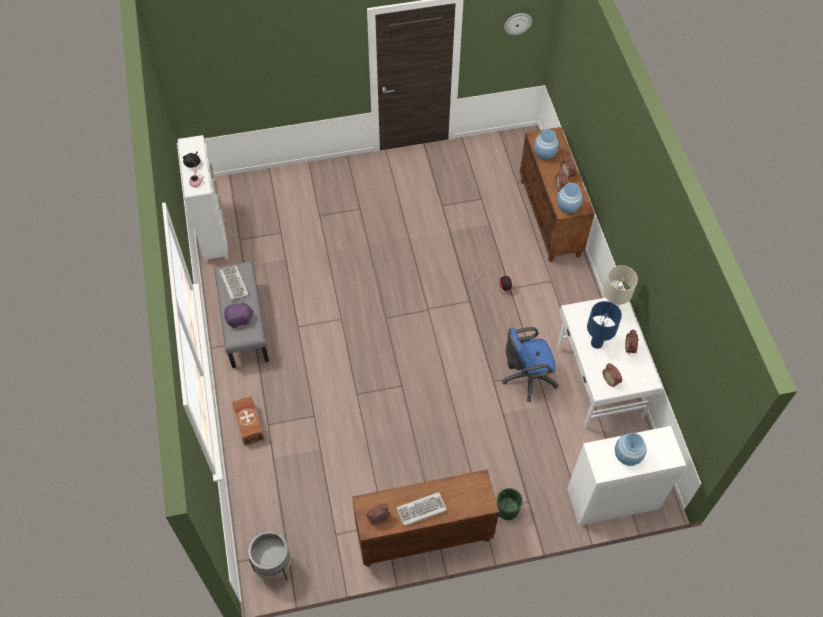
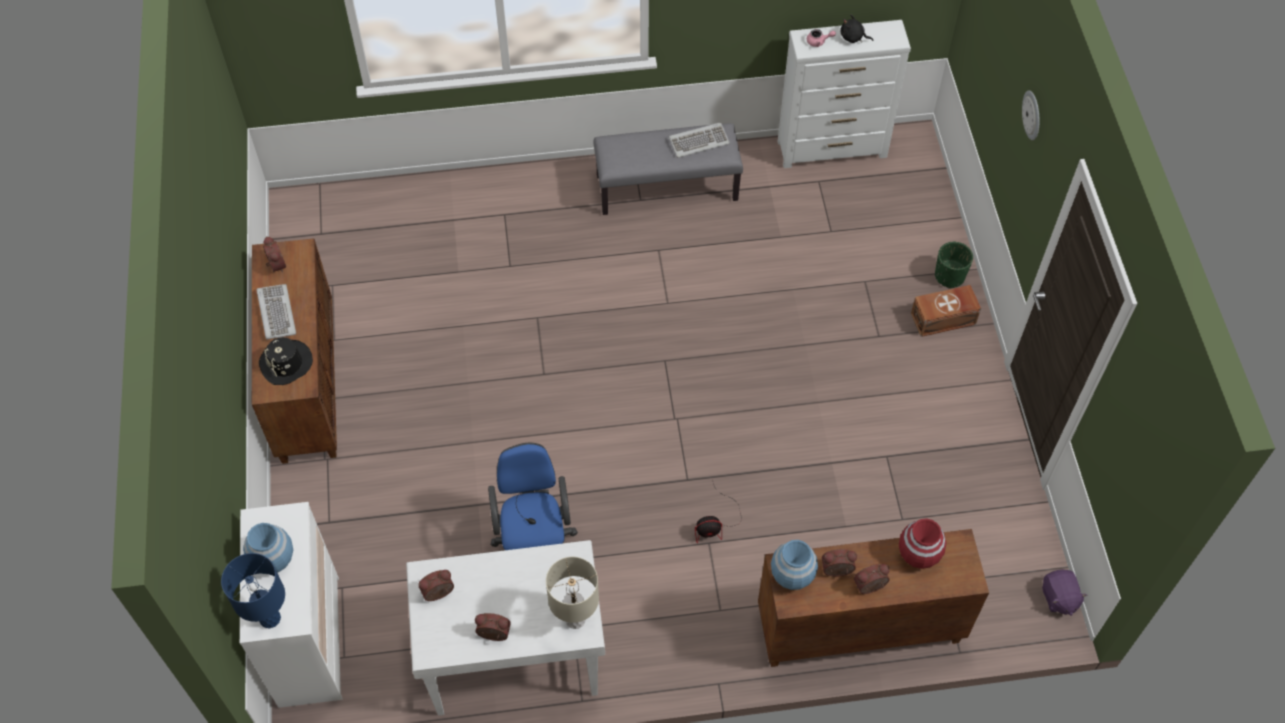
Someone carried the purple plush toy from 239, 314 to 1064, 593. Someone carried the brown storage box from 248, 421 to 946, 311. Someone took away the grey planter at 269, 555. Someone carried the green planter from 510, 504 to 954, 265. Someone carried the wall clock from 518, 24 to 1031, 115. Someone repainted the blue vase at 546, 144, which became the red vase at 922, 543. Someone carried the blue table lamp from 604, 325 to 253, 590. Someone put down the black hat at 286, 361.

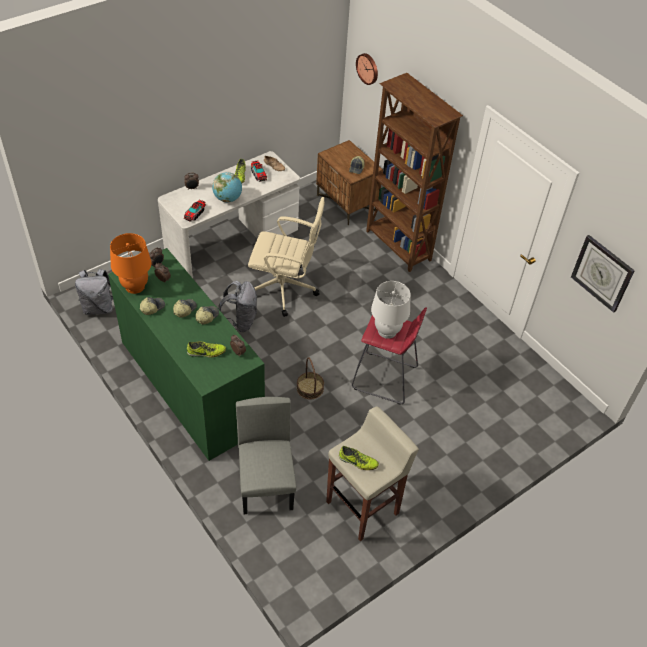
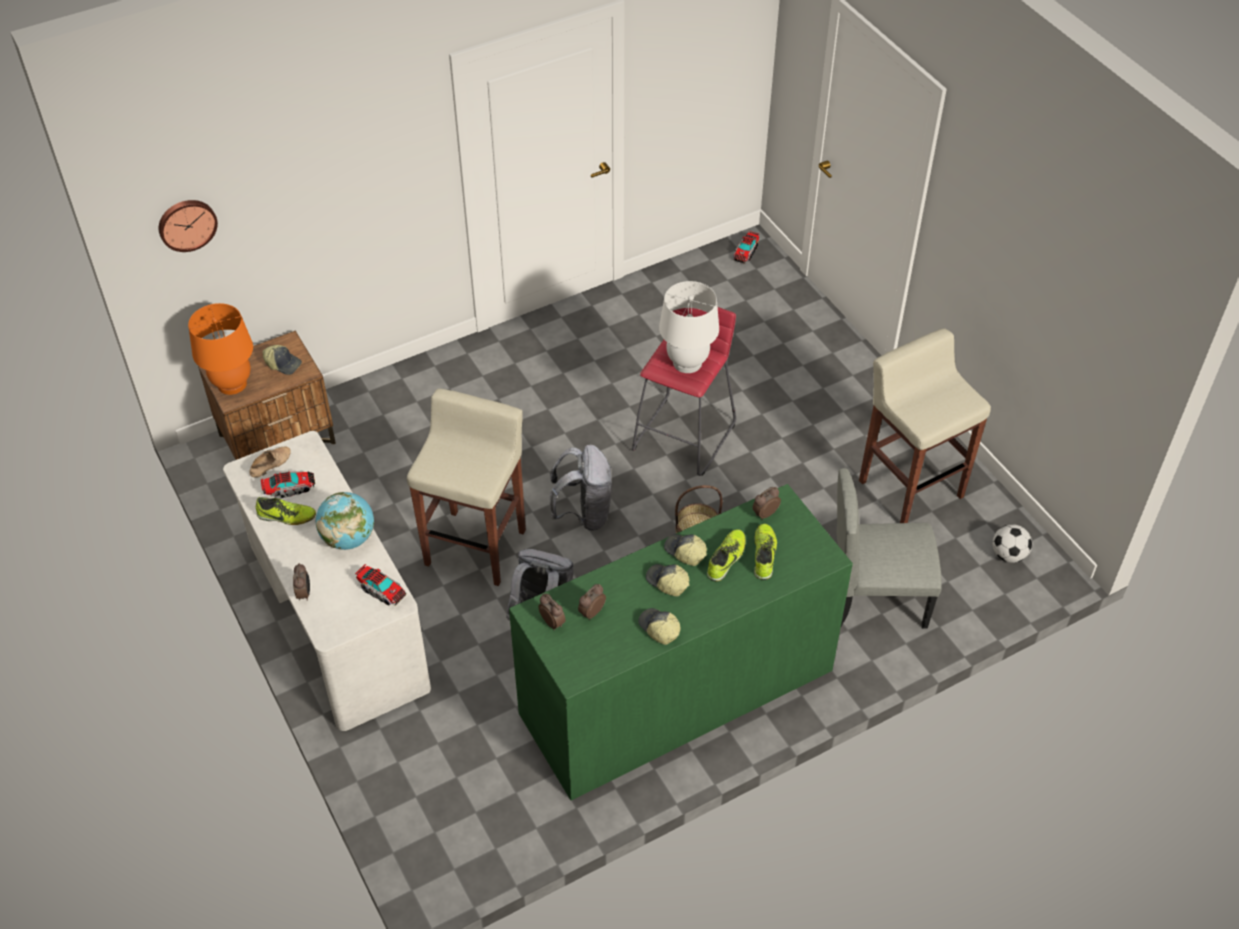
Someone carried the grey backpack from 94, 292 to 581, 488. Someone carried the orange table lamp from 130, 263 to 220, 349. Someone swapped the beige office chair at 286, 257 for the beige stool at 466, 487. Someone carried the shoe from 359, 458 to 726, 555. Someone took away the brown bookcase at 414, 172. Someone took away the wall clock at 603, 274. Someone put down the toy truck at 746, 247. Someone put down the football at 1012, 543.

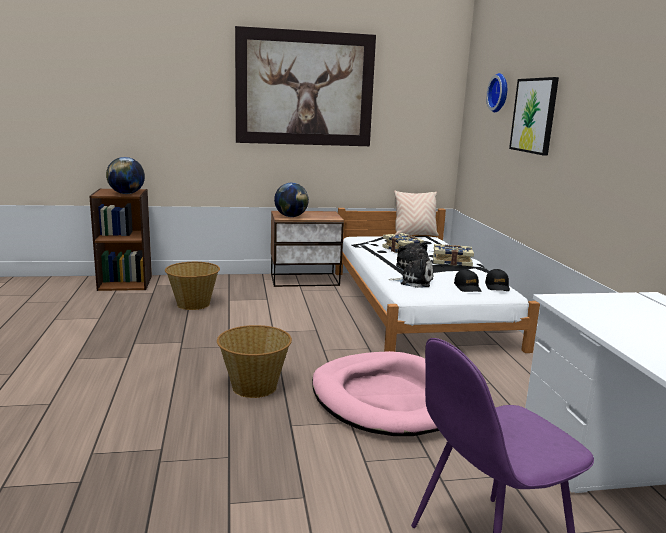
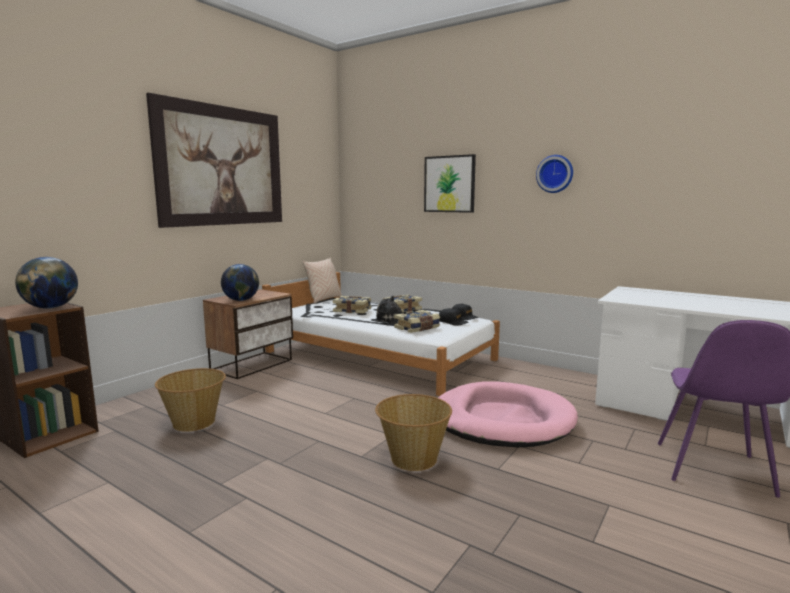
Someone swapped the plush toy at 410, 271 for the book at 417, 321. Someone carried the wall clock from 496, 92 to 554, 174.

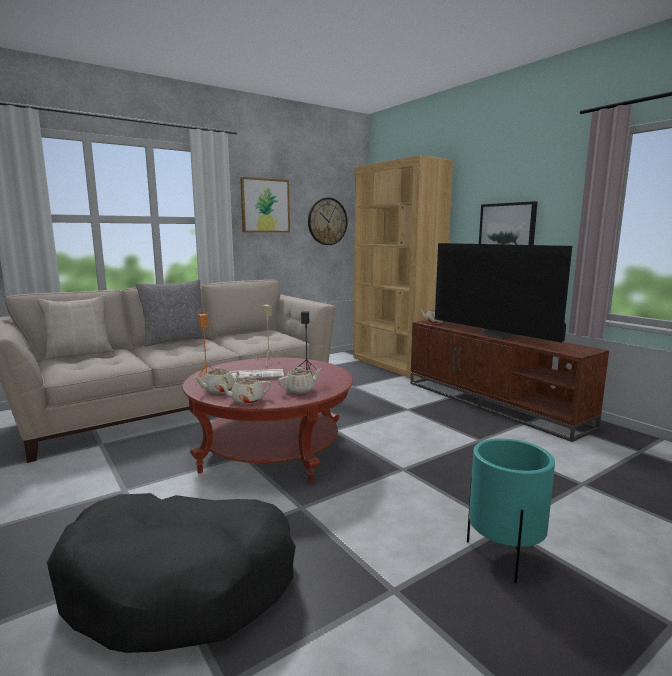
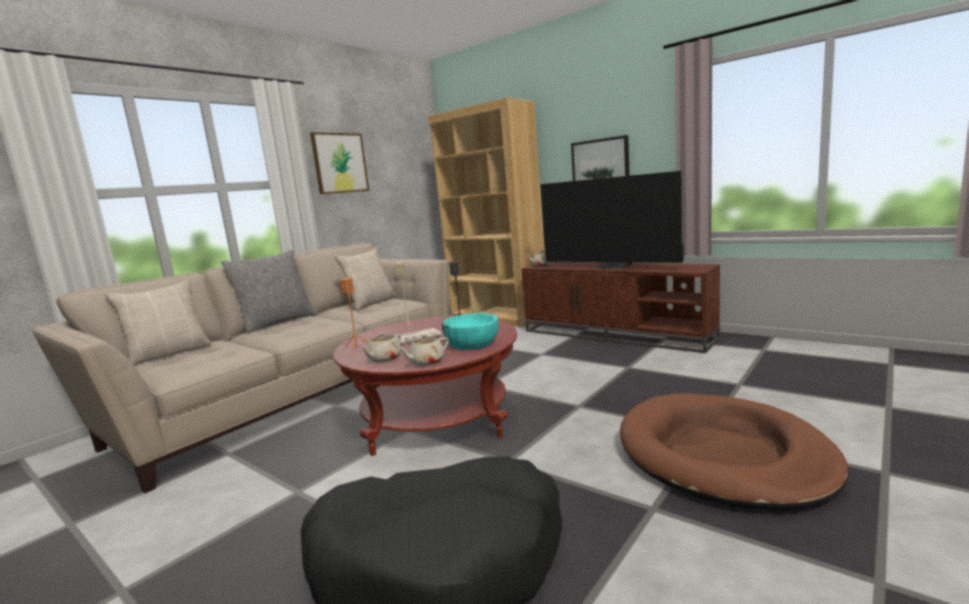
Someone swapped the beige teapot at 300, 380 for the turquoise bowl at 470, 331. Someone took away the wall clock at 328, 221. Someone swapped the turquoise planter at 511, 510 for the brown dog bed at 734, 451. Someone put down the beige pillow at 365, 279.

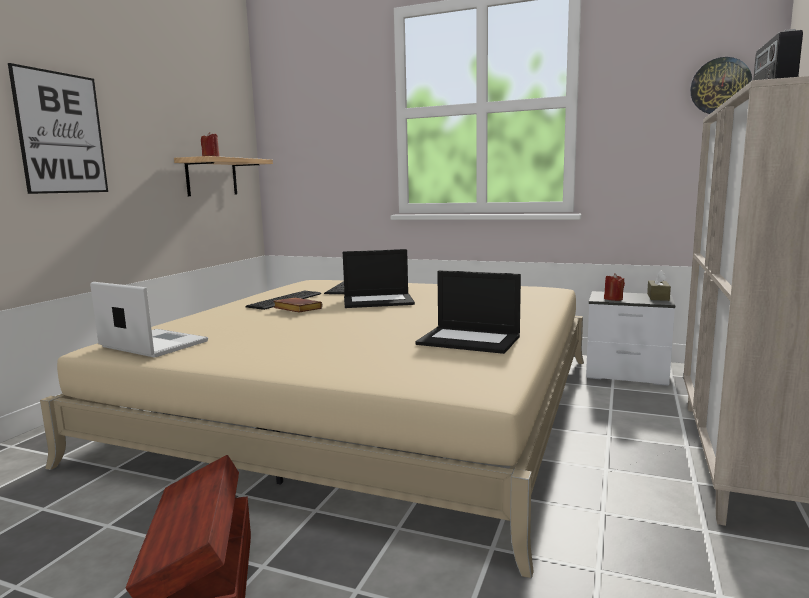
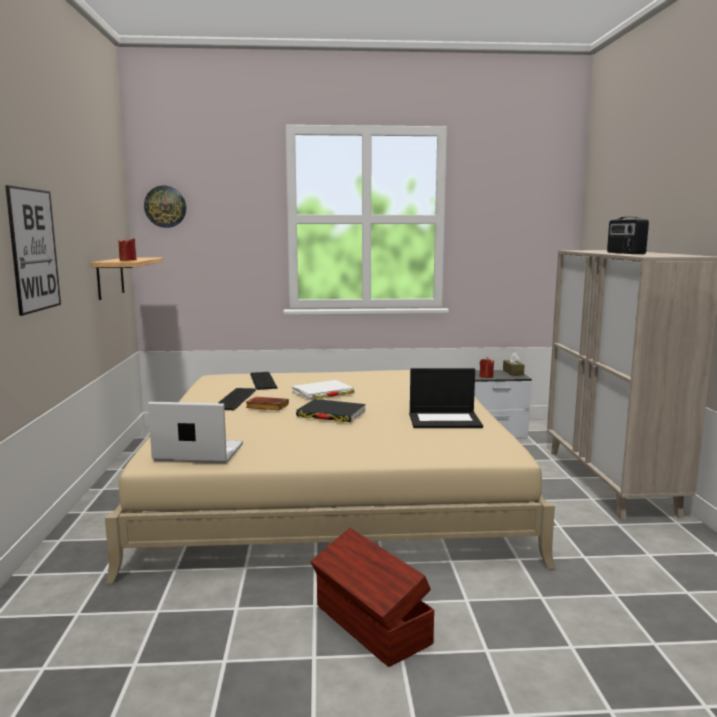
Someone swapped the laptop at 379, 278 for the white book at 323, 390. Someone carried the wall clock from 721, 85 to 165, 207. Someone put down the black book at 331, 410.

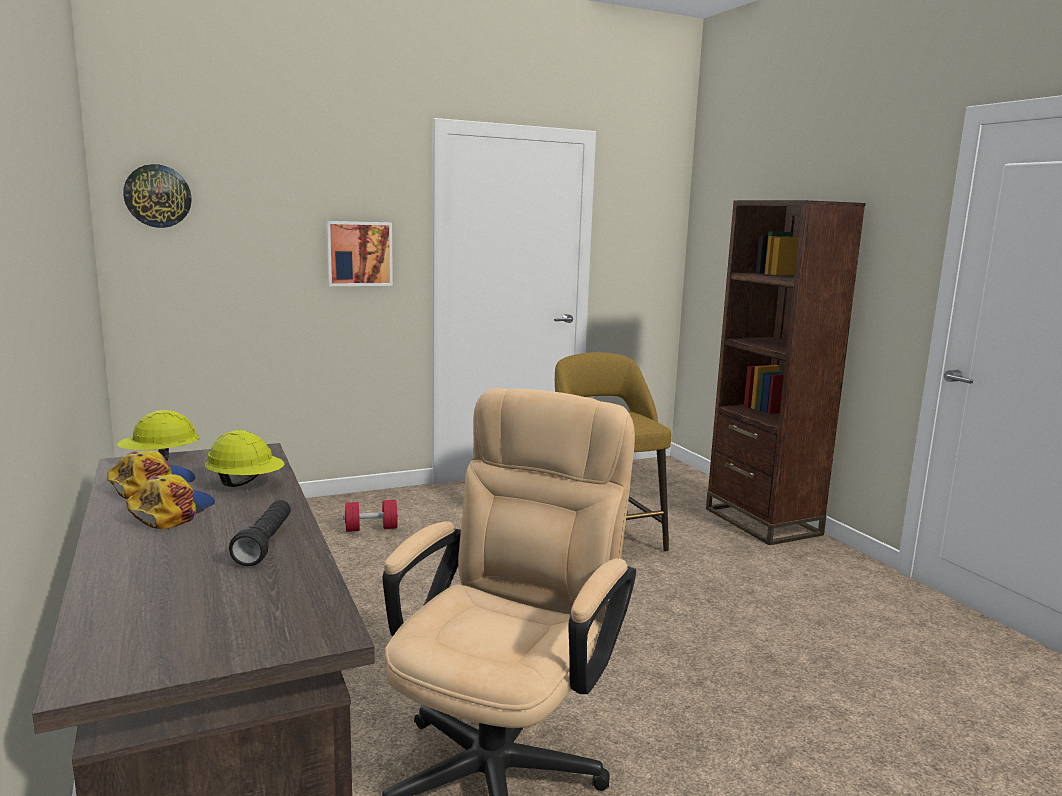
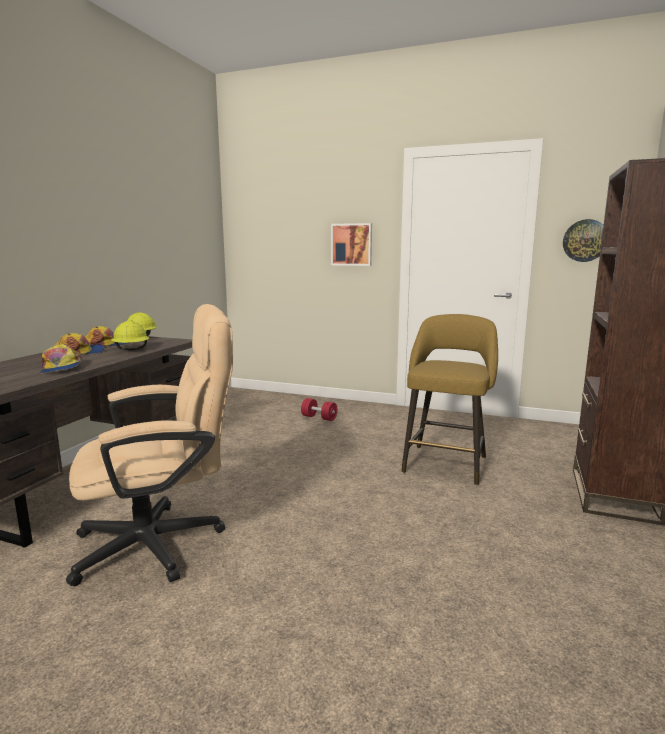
Someone carried the wall clock from 157, 196 to 583, 240. Someone swapped the black flashlight at 260, 533 for the cap at 61, 359.

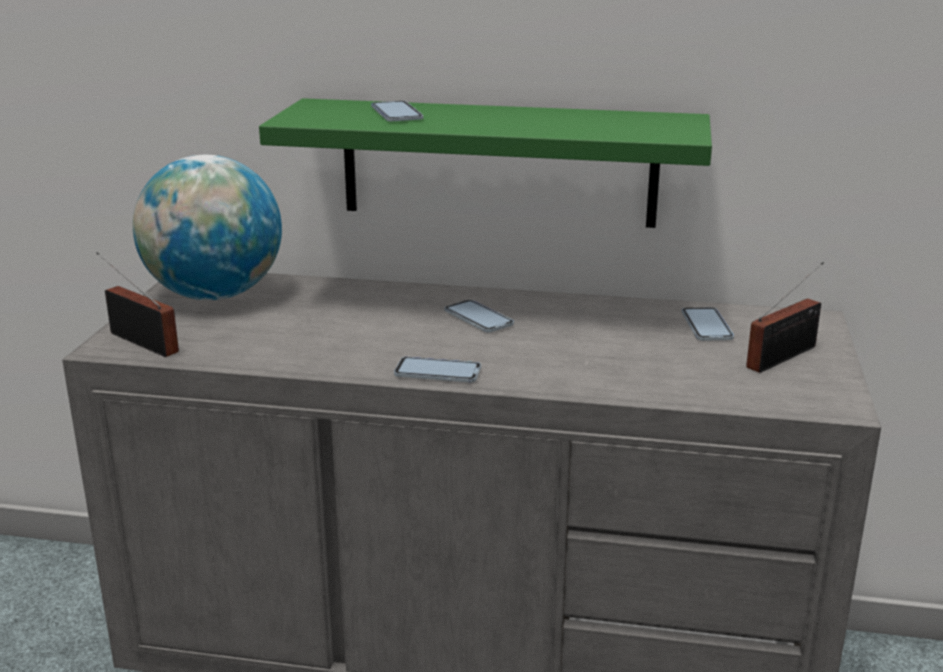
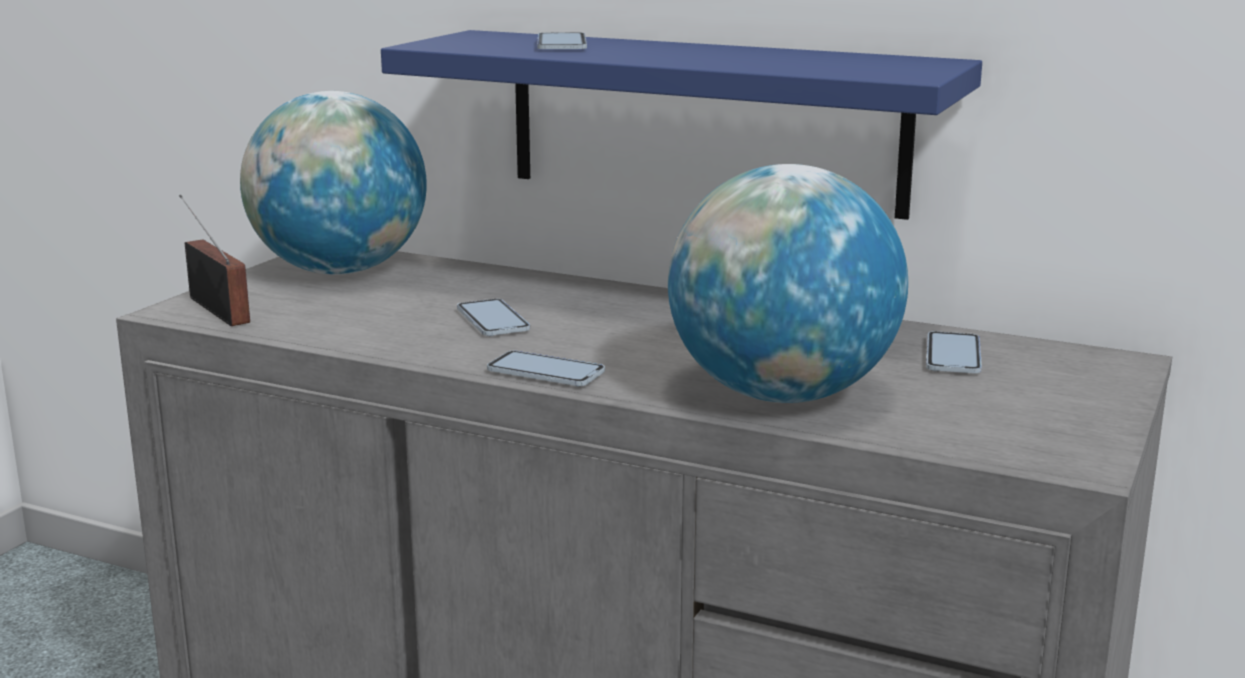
Someone repainted the green shelf at 485, 163, which became the blue shelf at 681, 125. Someone carried the phone from 479, 316 to 493, 317. Someone took away the radio at 785, 317. Someone put down the globe at 788, 283.

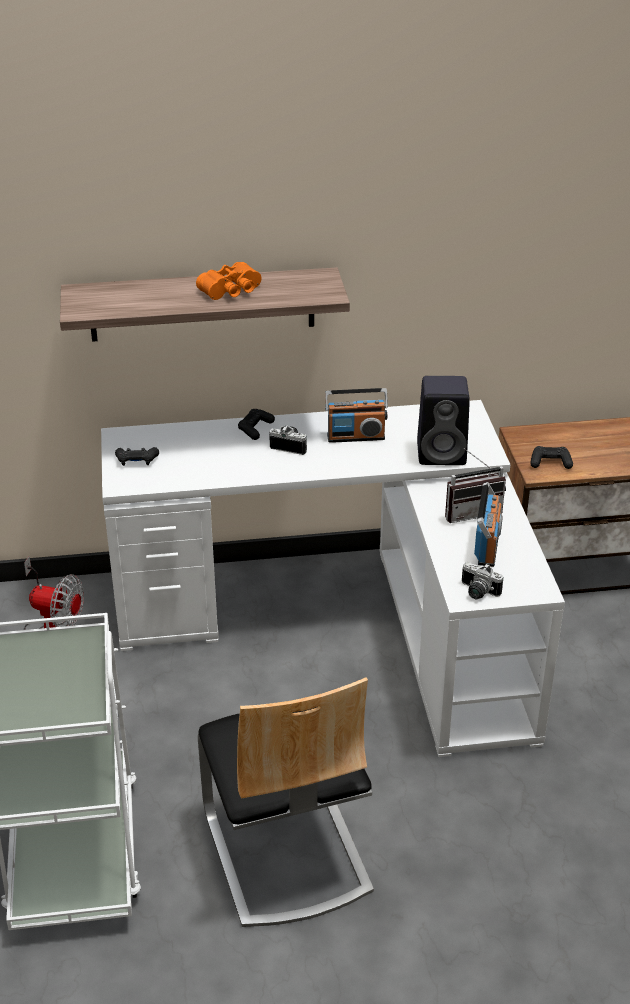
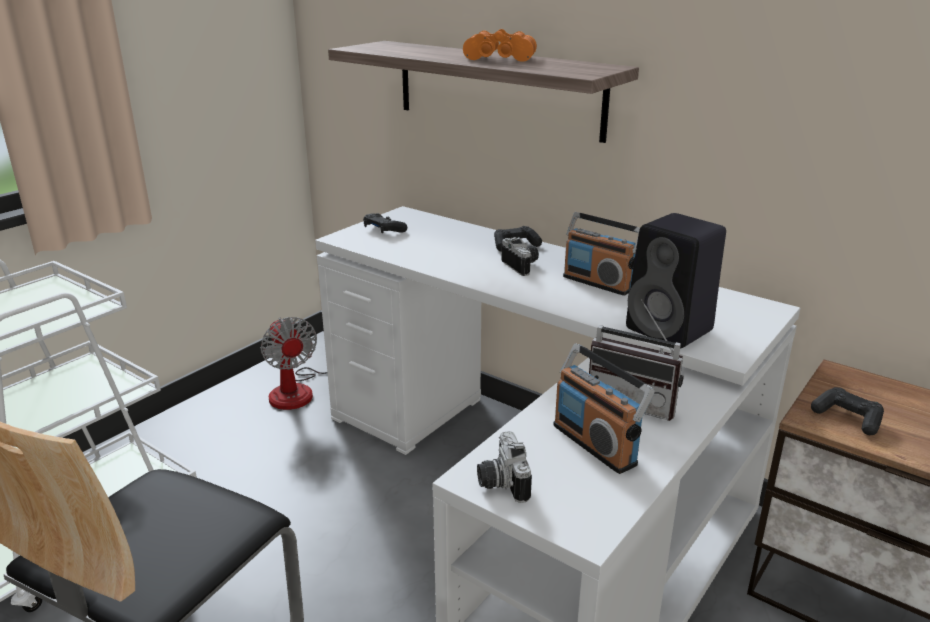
Someone rotated the radio at 488, 524 by 90 degrees clockwise.

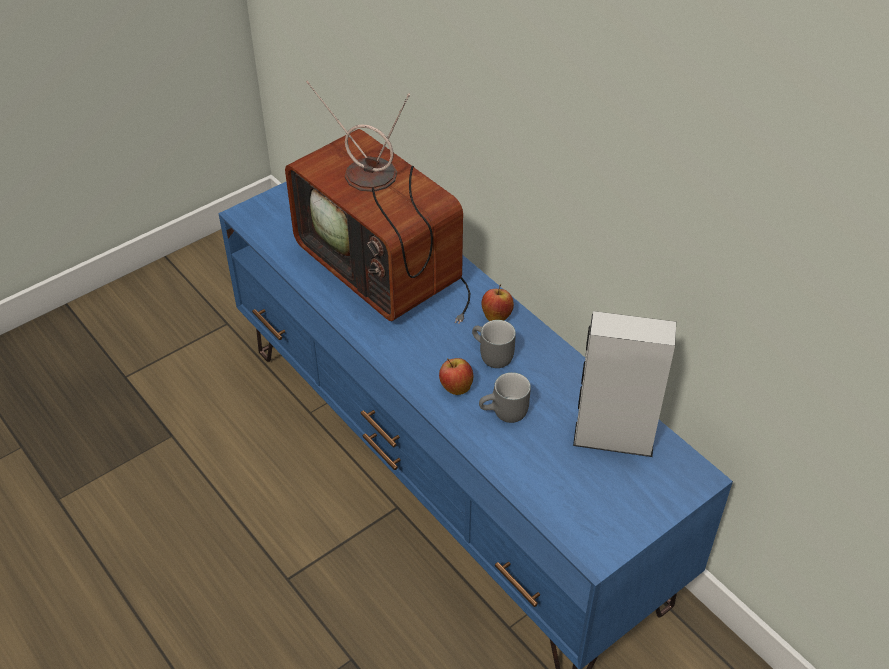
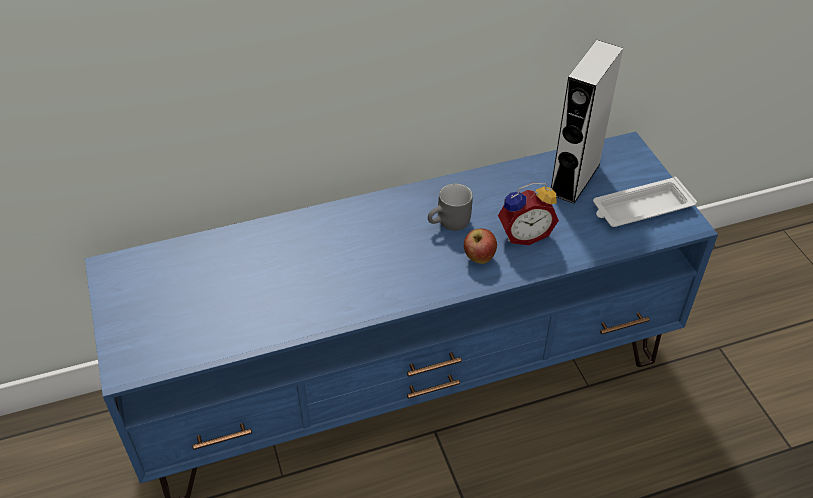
Someone took away the television at 377, 202. Someone swapped the grey mug at 505, 397 for the alarm clock at 528, 214. Someone took away the apple at 497, 302. Someone put down the white tray at 645, 202.

